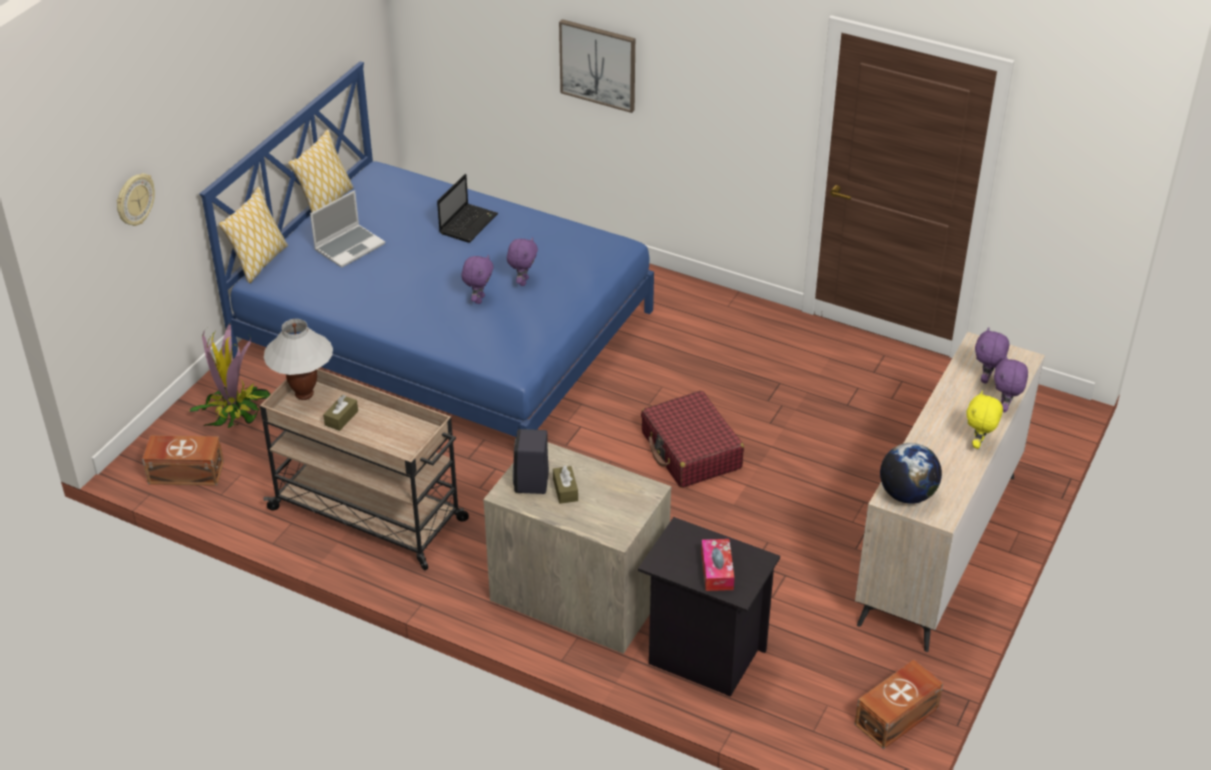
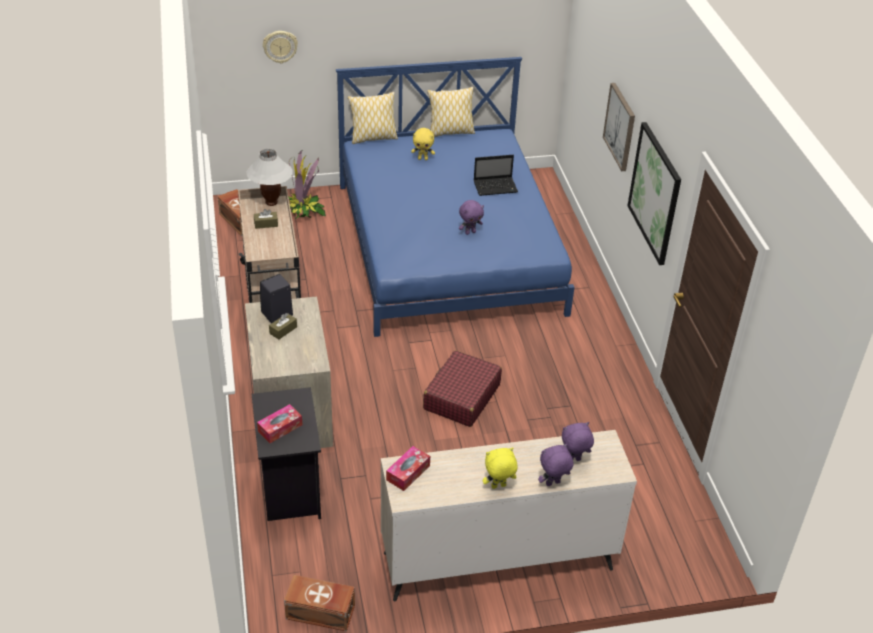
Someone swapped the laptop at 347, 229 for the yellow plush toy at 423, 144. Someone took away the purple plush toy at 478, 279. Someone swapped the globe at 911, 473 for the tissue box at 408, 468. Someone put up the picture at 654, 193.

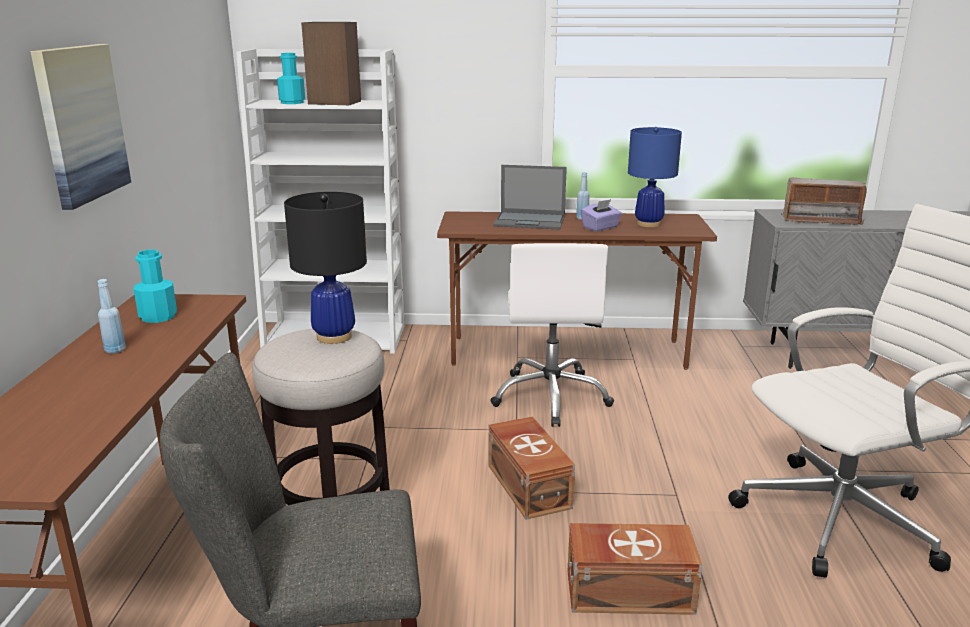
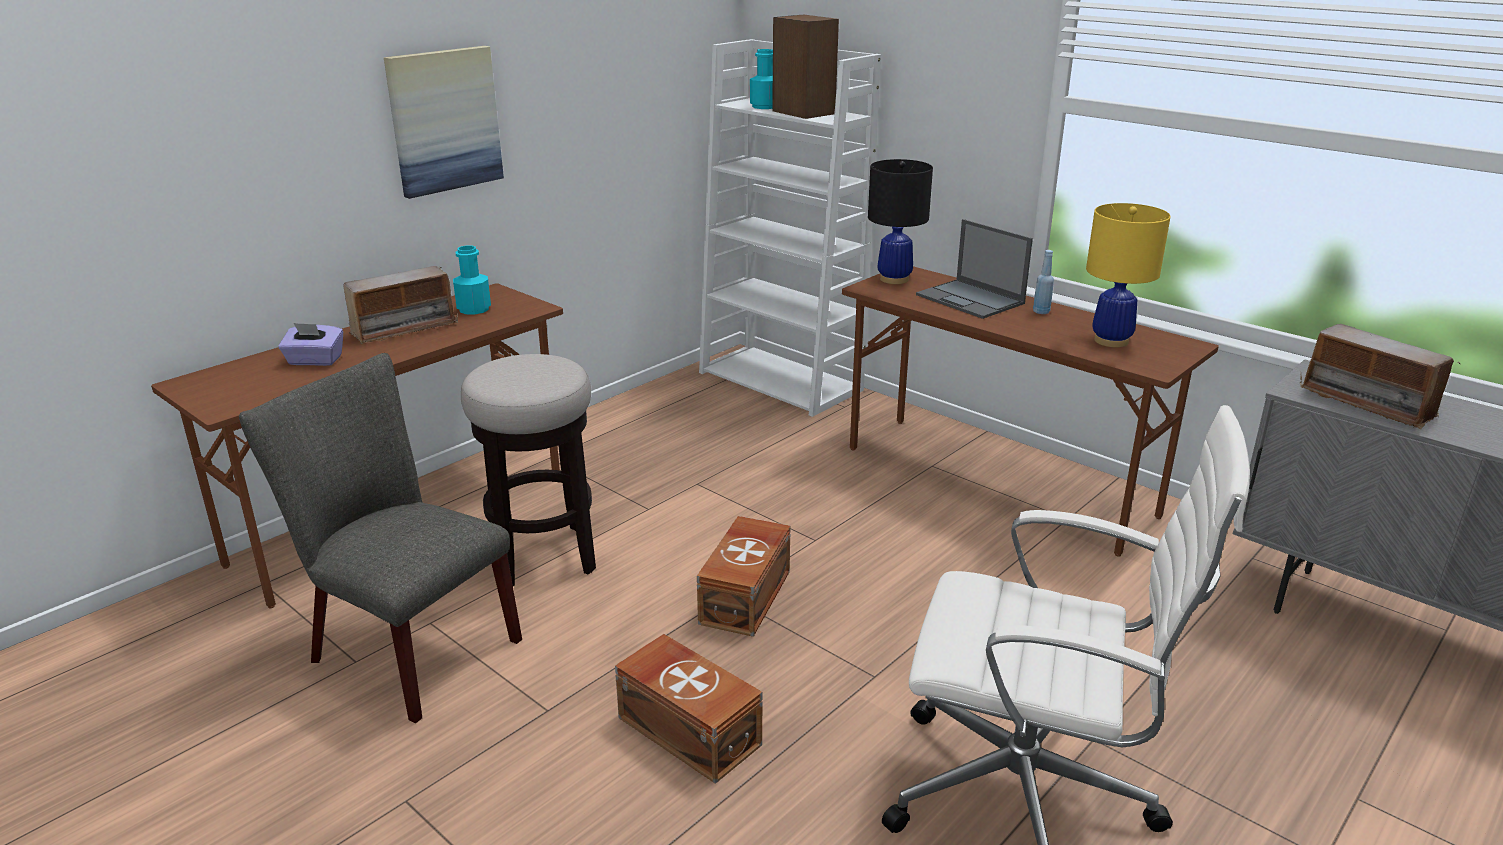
Someone swapped the blue bottle at 112, 316 for the radio at 401, 305. Someone carried the black table lamp from 325, 268 to 900, 221. Someone took away the white office chair at 552, 335. Someone carried the purple tissue box from 601, 215 to 310, 344. Someone repainted the blue table lamp at 655, 177, which became the yellow table lamp at 1128, 275.

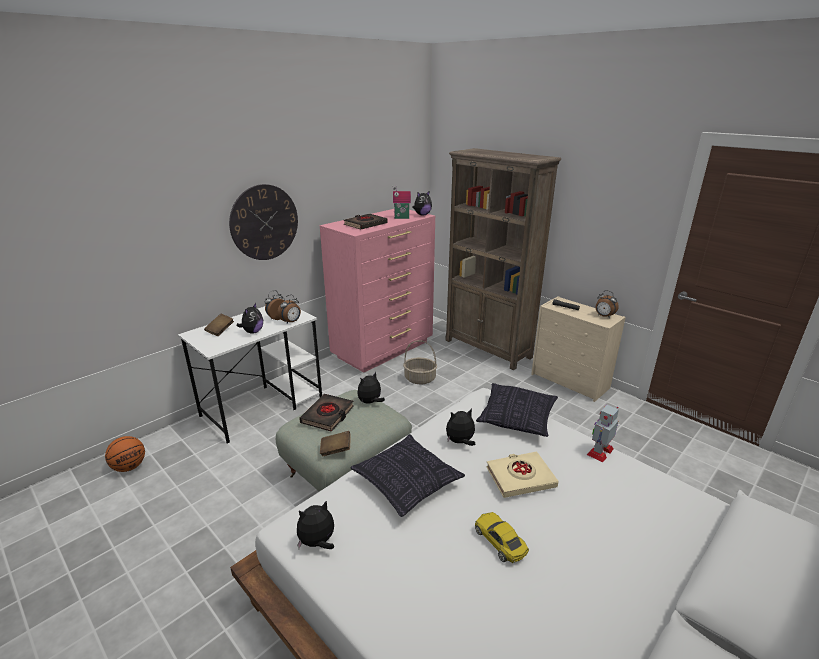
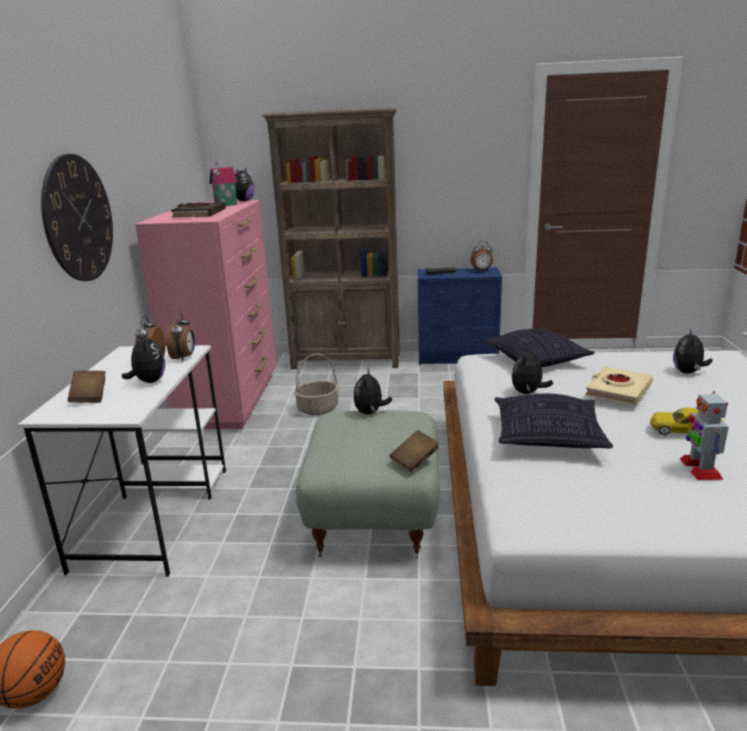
Someone carried the plush toy from 315, 524 to 693, 351. Someone took away the black book at 326, 413. Someone repainted the beige dresser at 578, 349, which became the blue dresser at 460, 316. Someone carried the toy robot from 603, 433 to 704, 435.

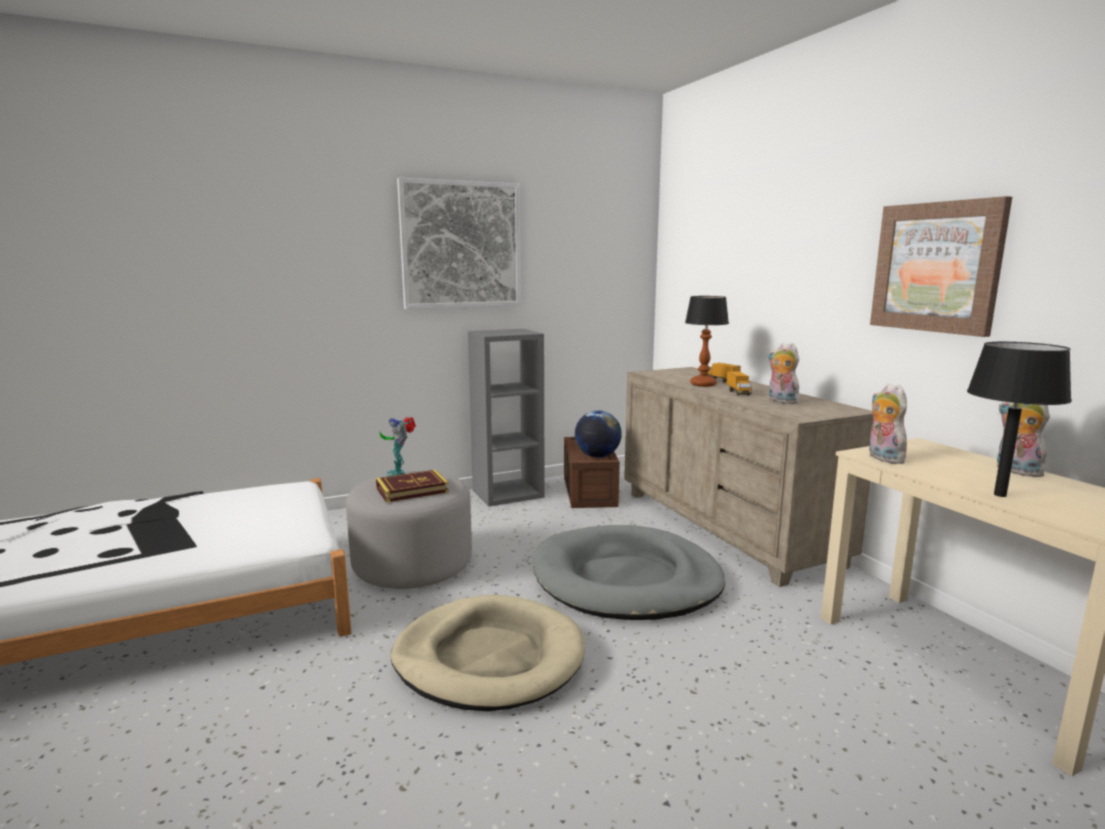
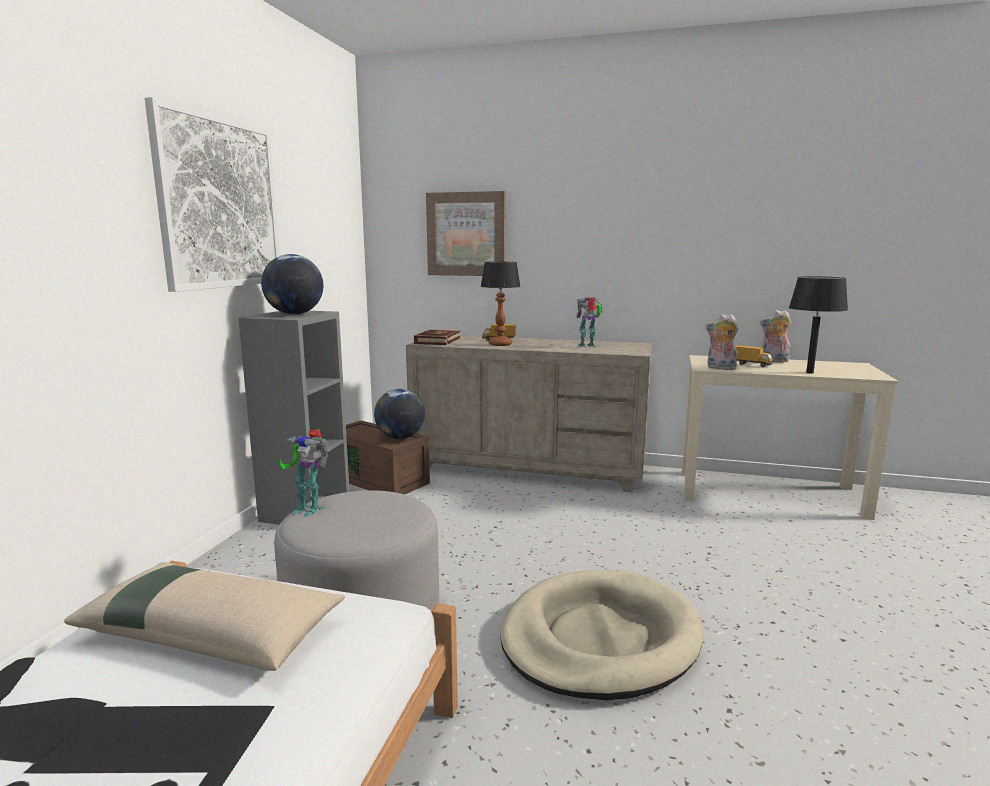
Someone carried the book from 412, 486 to 437, 337. Someone took away the grey dog bed at 629, 572. Someone carried the toy truck from 739, 383 to 754, 356. Someone swapped the plush toy at 785, 373 for the toy robot at 590, 322. Someone carried the picture from 941, 266 to 466, 233. Someone put down the beige pillow at 204, 616. Someone put down the globe at 292, 284.

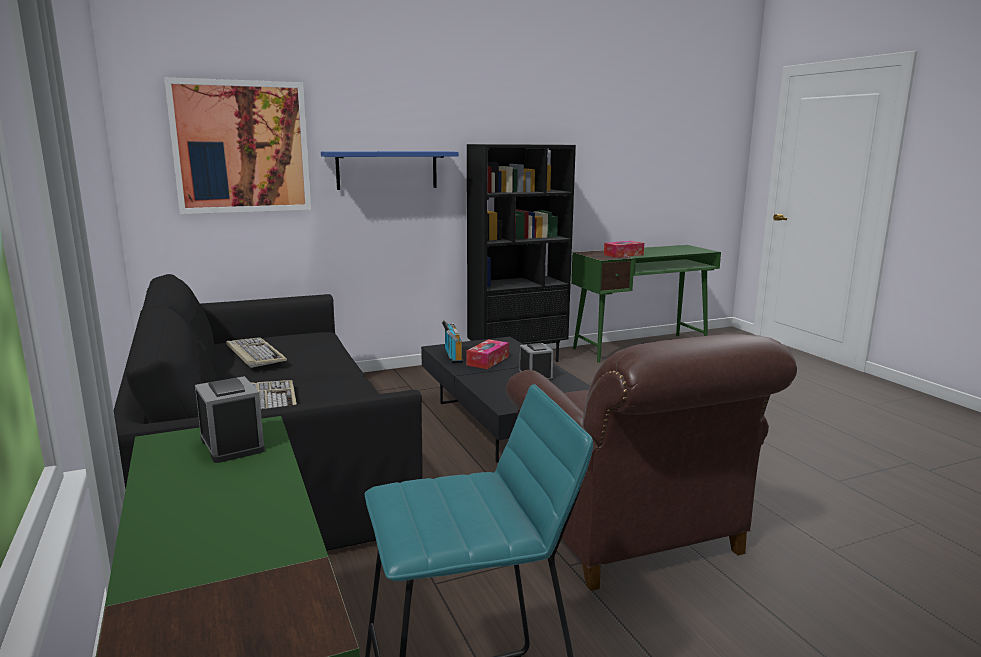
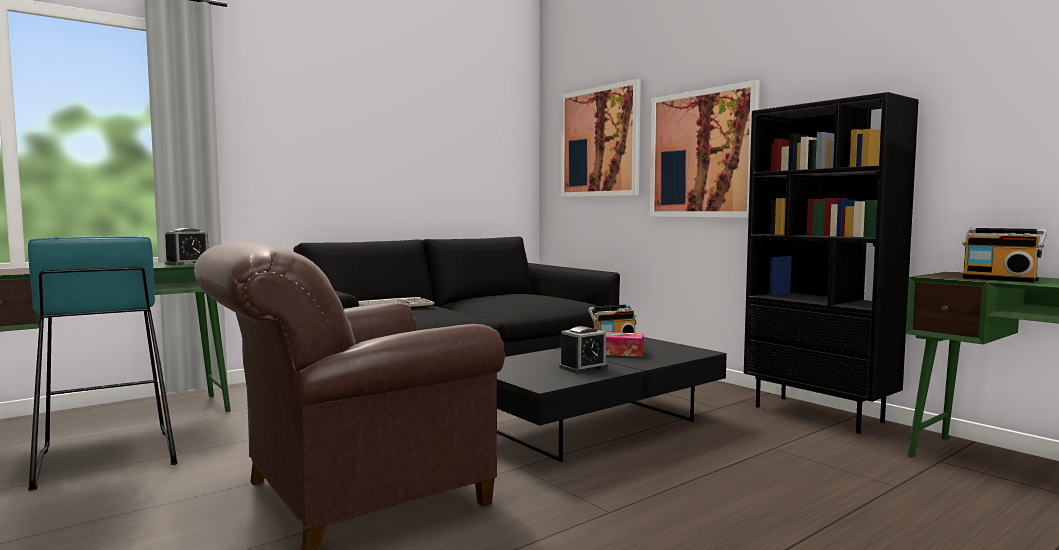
Someone took away the keyboard at 256, 352. Someone swapped the blue shelf at 390, 170 for the picture at 705, 148. Someone swapped the tissue box at 624, 249 for the radio at 1004, 255.

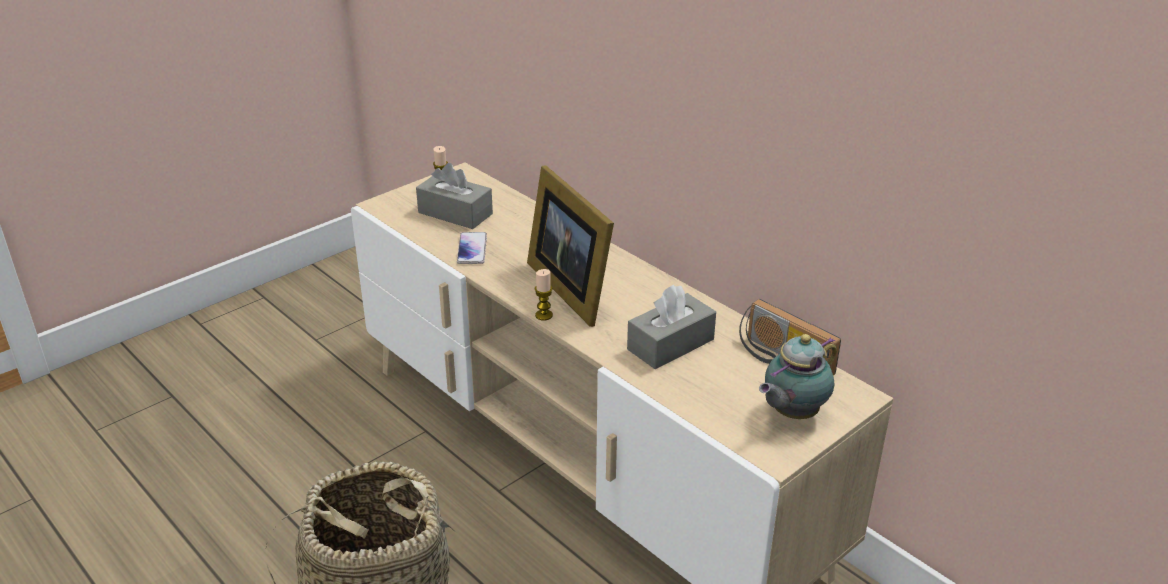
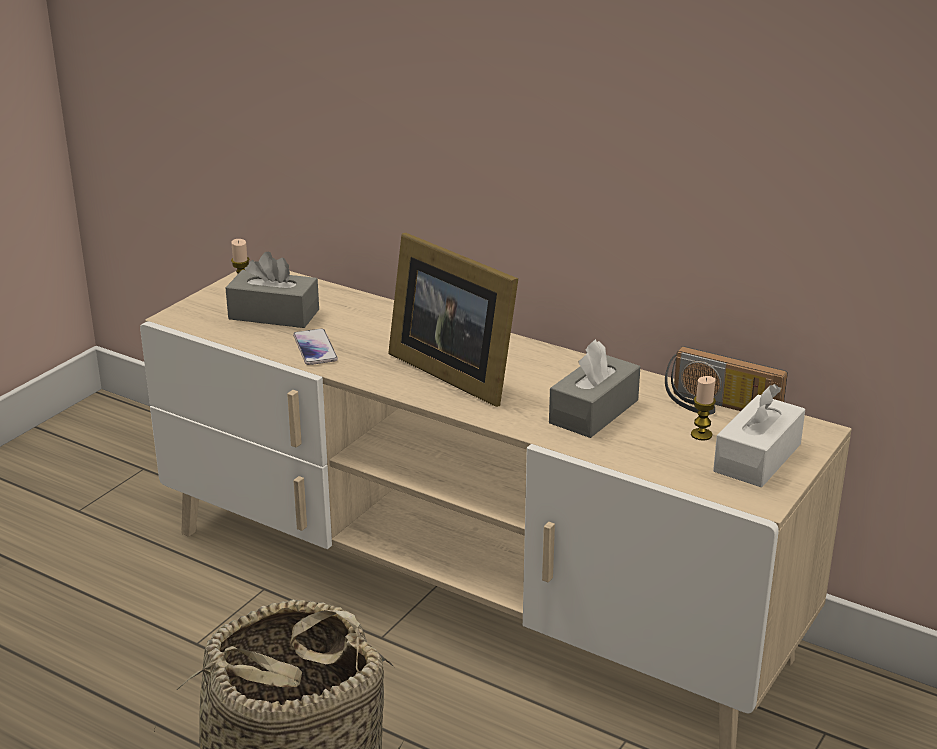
Someone carried the candle from 544, 295 to 703, 408. Someone swapped the teapot at 798, 376 for the white tissue box at 759, 435.

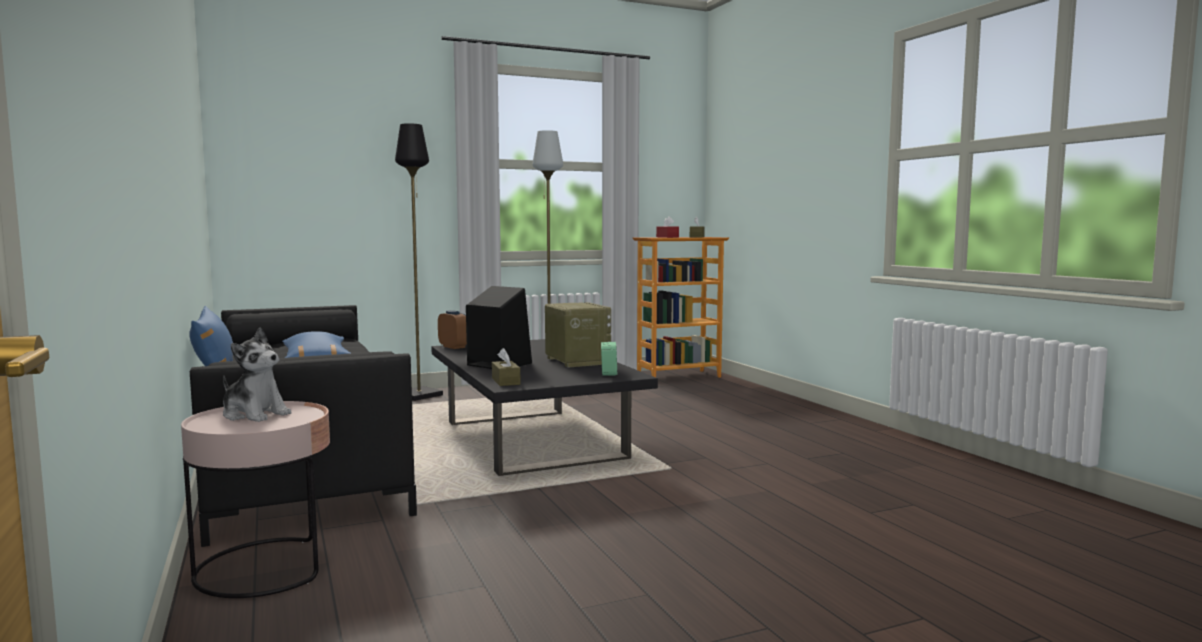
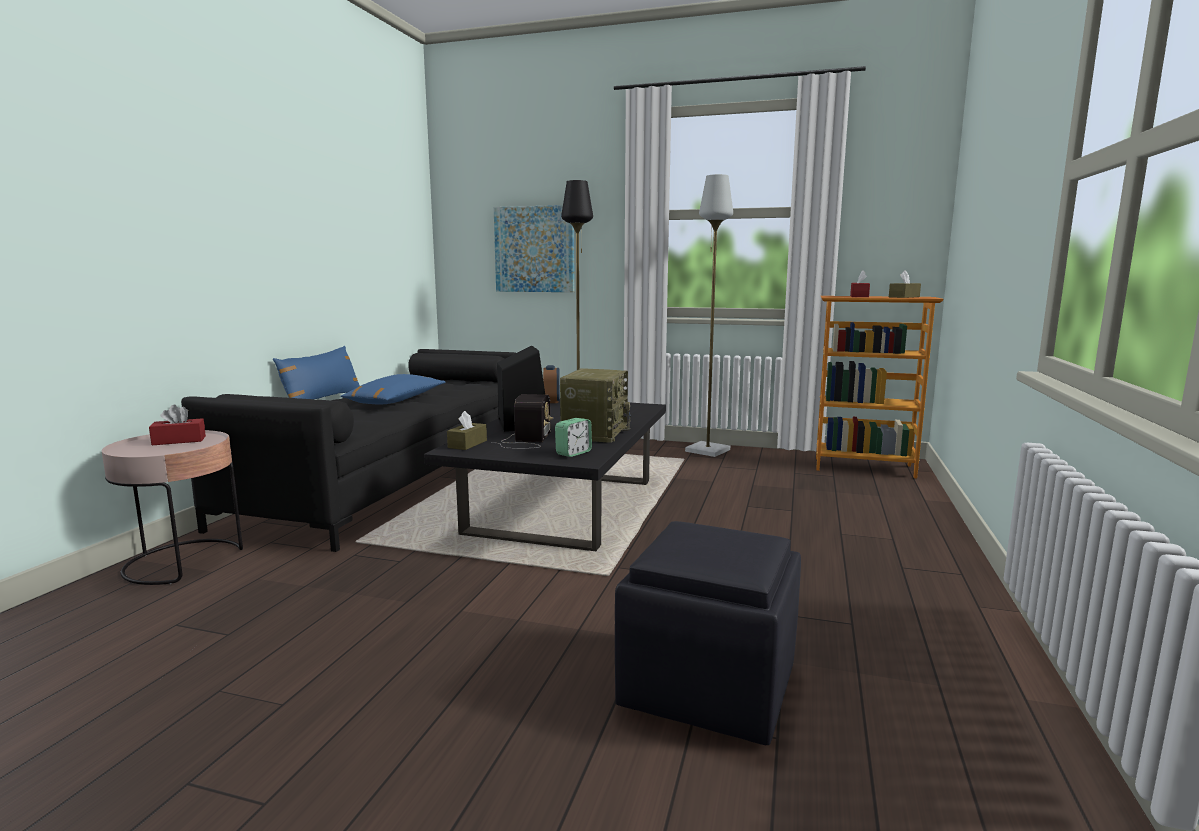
Someone swapped the plush toy at 257, 374 for the red tissue box at 177, 425. Someone put down the radio at 522, 421. Someone put up the picture at 534, 248. Someone put down the black ottoman at 708, 633.

